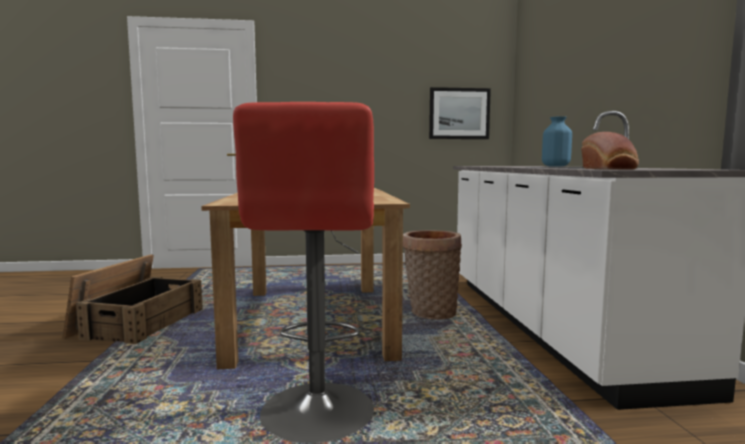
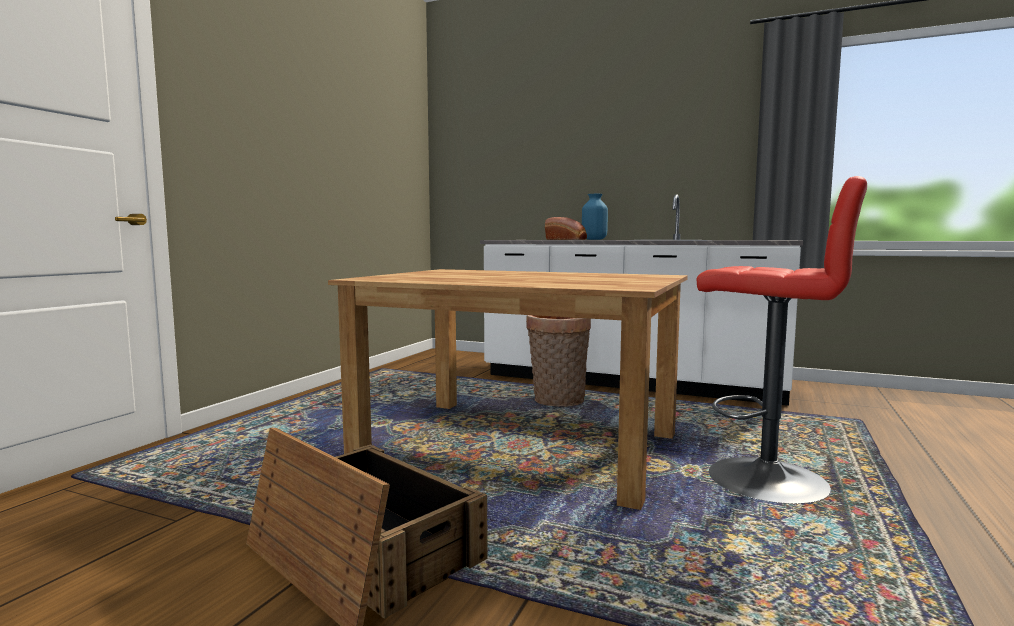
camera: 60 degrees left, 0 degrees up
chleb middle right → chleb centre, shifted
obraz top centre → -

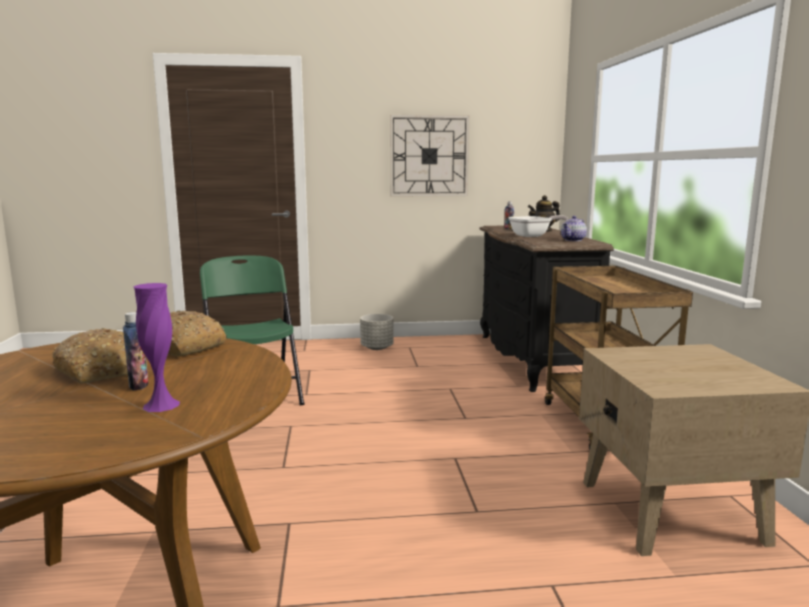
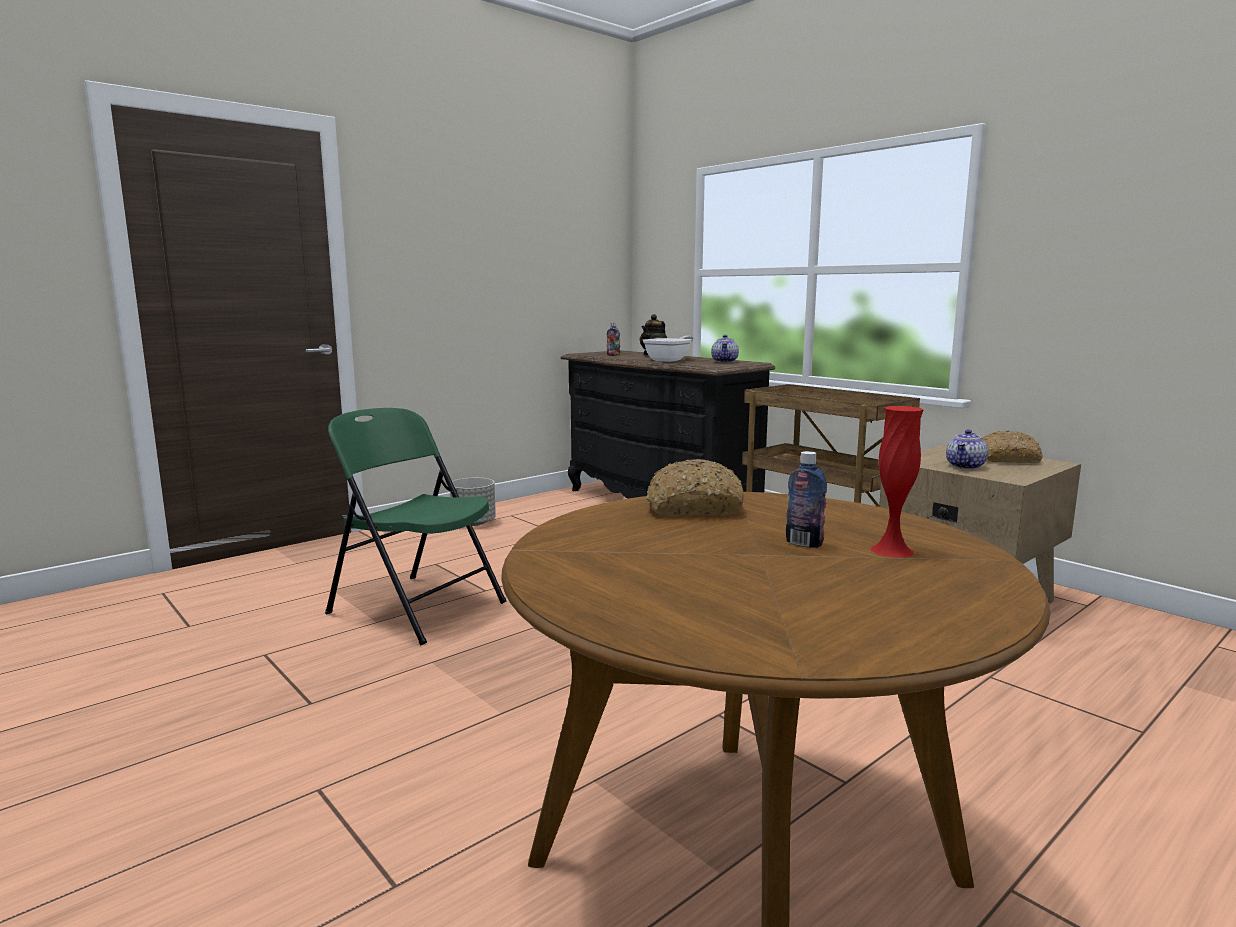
camera: 35 degrees left, 0 degrees up
wazon [fioletowy] middle left → wazon [czerwony] middle right
- → imbryk (no. 3 from left) middle right
chleb (no. 1 from left in the first image) middle left → chleb (no. 2 from left) middle right, shifted
zegar ścienny top centre → -

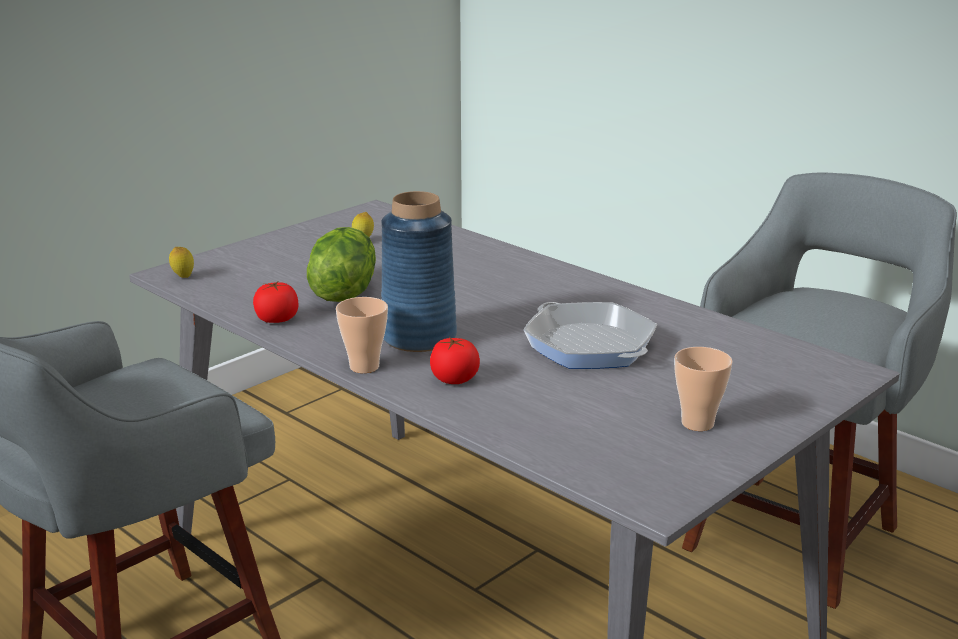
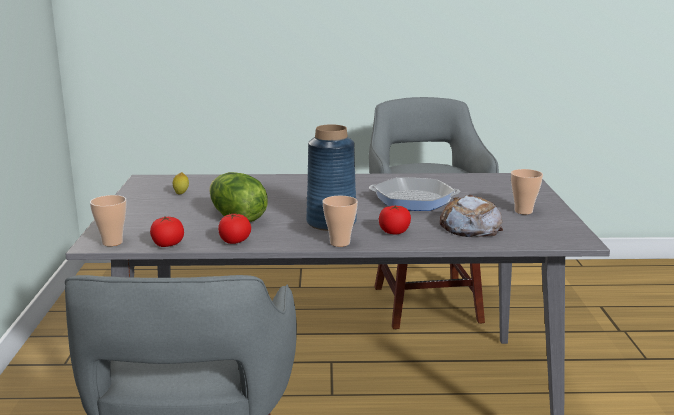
camera: 45 degrees left, 5 degrees down
cytryna (no. 1 from left) middle left → filiżanka (no. 1 from left) middle left
- → pomidor (no. 1 from left) middle left
- → chleb middle right

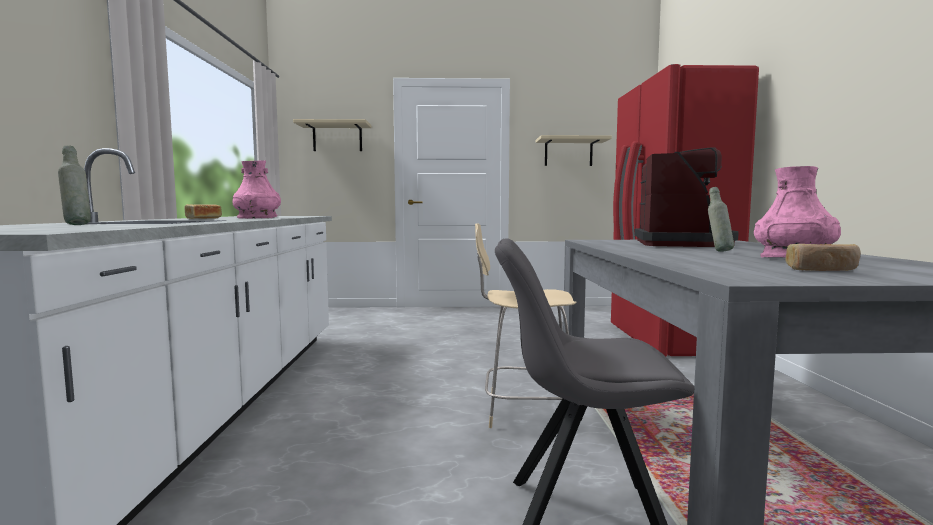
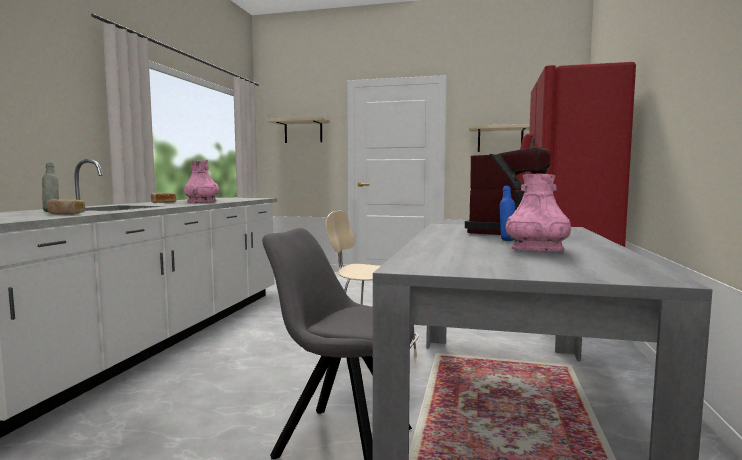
camera: 15 degrees right, 0 degrees up
chleb (no. 2 from left in the first image) middle right → chleb (no. 1 from left) middle left, shifted
butelka [szary] (no. 2 from left) middle right → butelka [niebieski] middle right

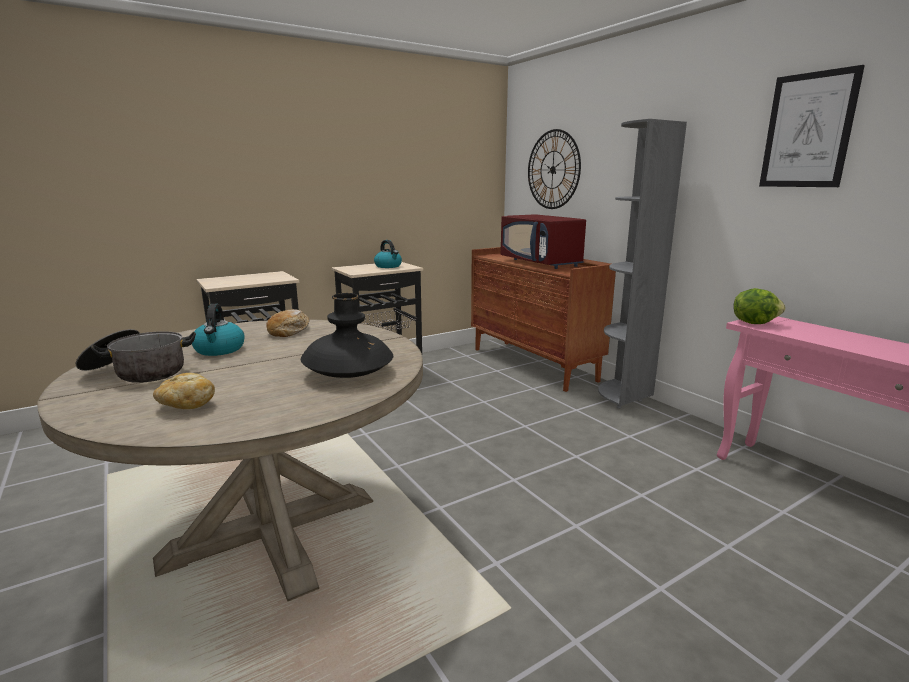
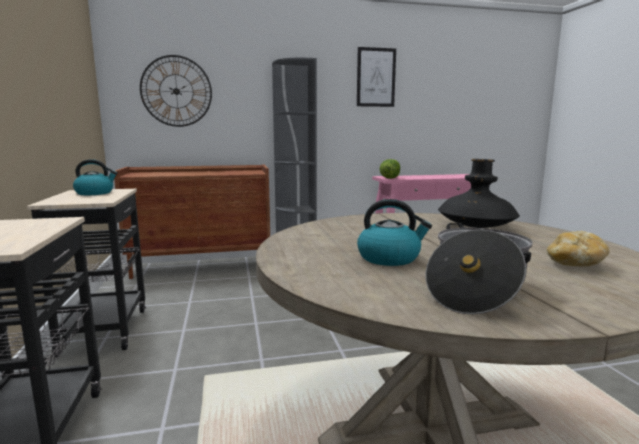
camera: 70 degrees left, 5 degrees down
chleb (no. 2 from left) middle left → -
mikrofalówka [czerwony] centre → -

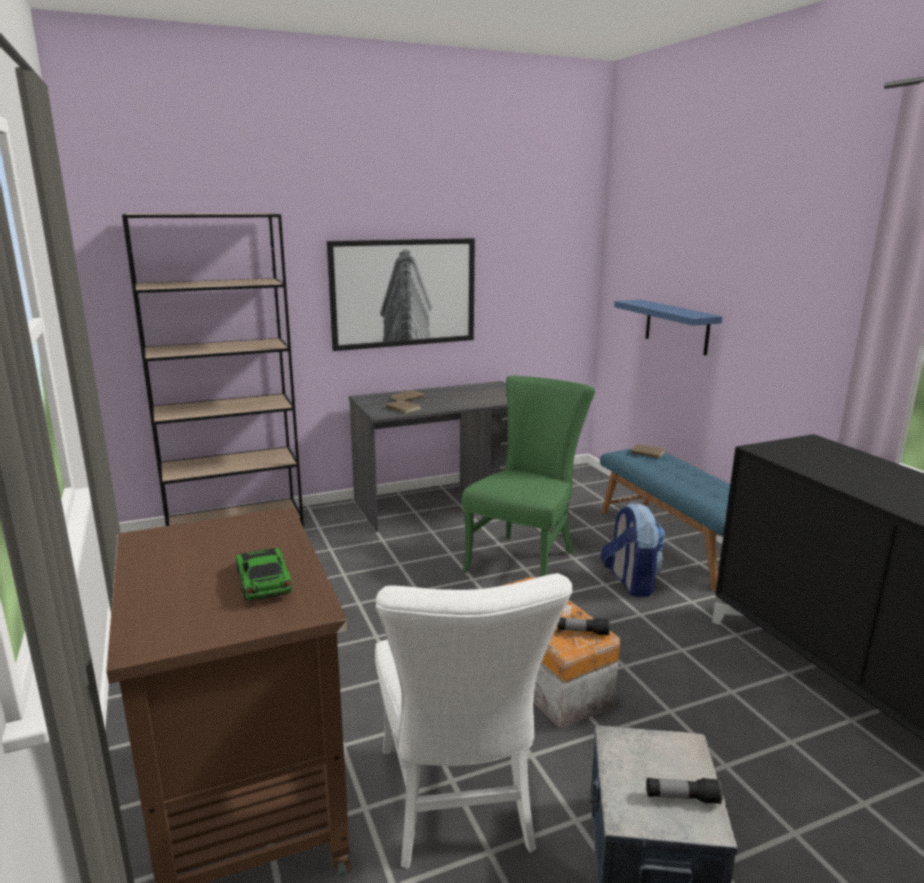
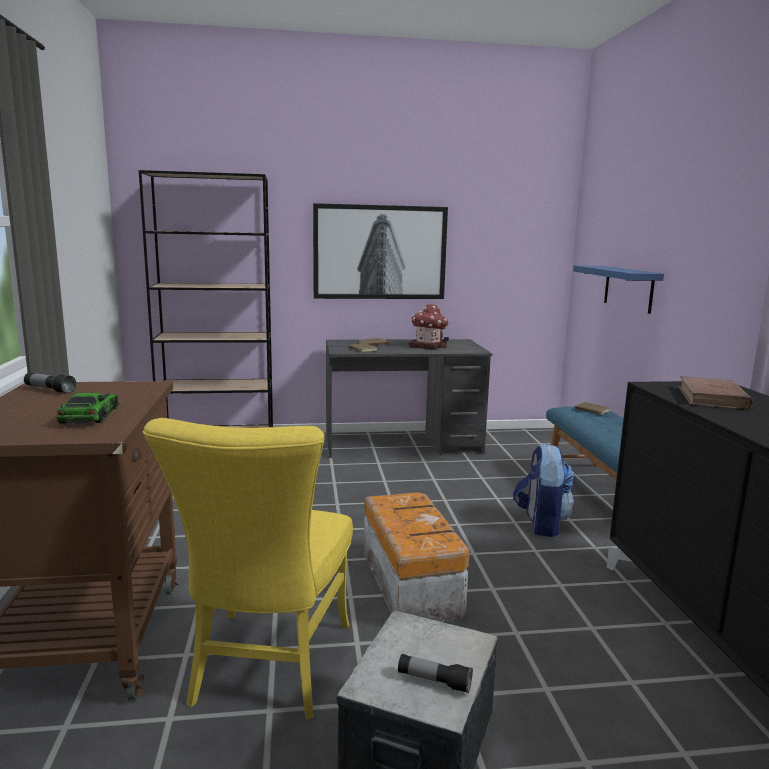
camera: 15 degrees right, 5 degrees down
latarka (no. 1 from left) bottom centre → latarka (no. 1 from left) middle left, shifted
krzesło [biały] bottom centre → krzesło [żółty] bottom left
- → domek centre
- → książka [brązowy] (no. 4 from left) middle right
krzesło [zielony] centre → -

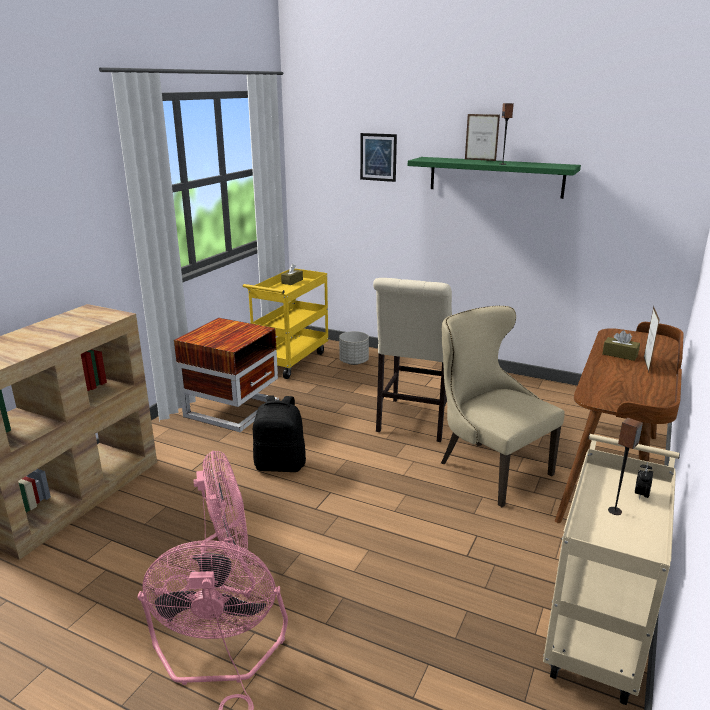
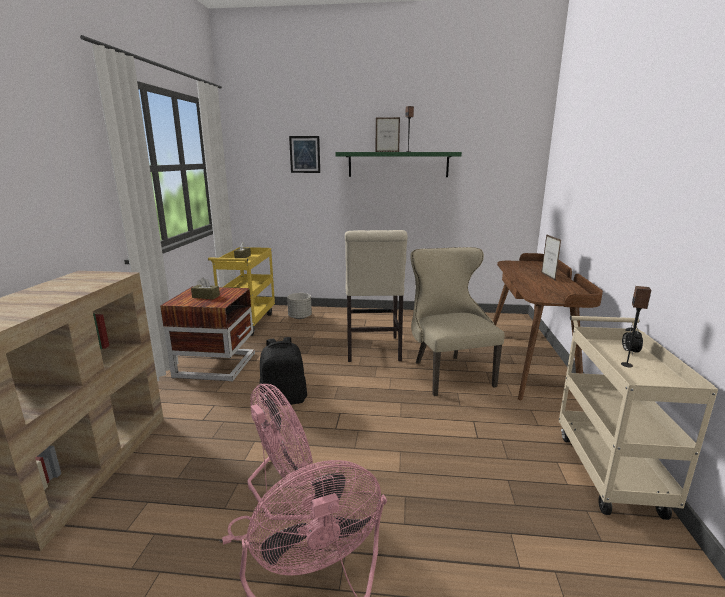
camera: 20 degrees left, 5 degrees down
pudełko chusteczek [brązowy] (no. 2 from left in the first image) middle right → pudełko chusteczek [brązowy] (no. 1 from left) middle left, shifted
krzesło [beżowy] middle right → krzesło [beżowy] centre, 45 degrees clockwise

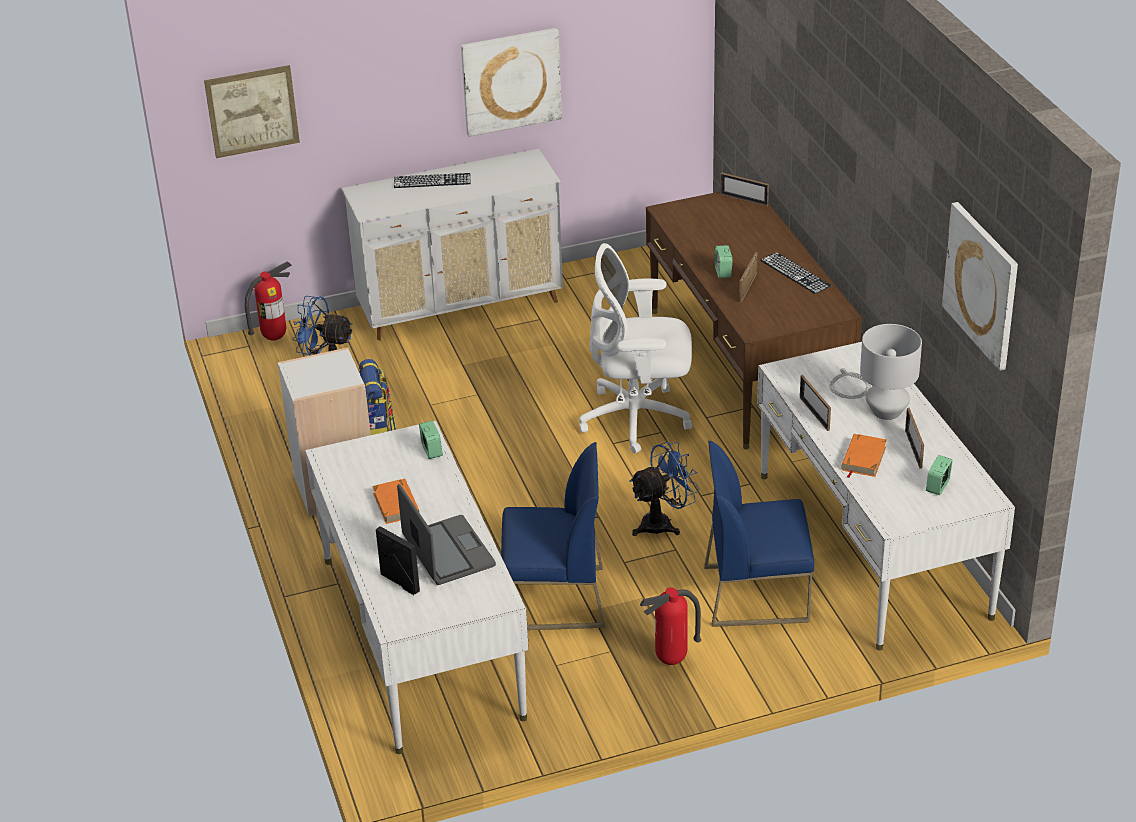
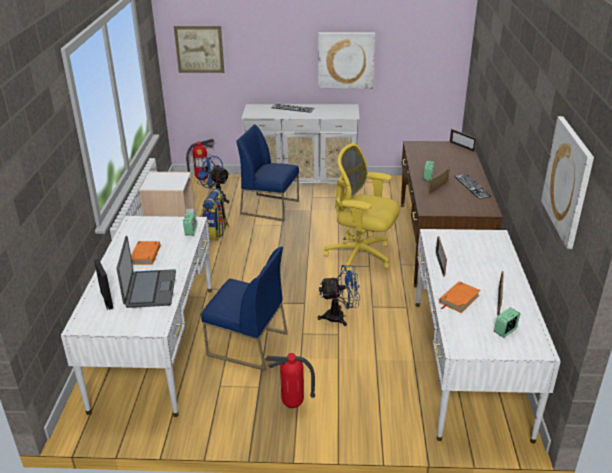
camera: 20 degrees right, 5 degrees down
krzesło [niebieski] (no. 2 from left) middle right → krzesło [niebieski] (no. 2 from left) centre, shifted
krzesło biurowe [biały] centre → krzesło biurowe [żółty] centre
lampa stołowa [szary] middle right → -

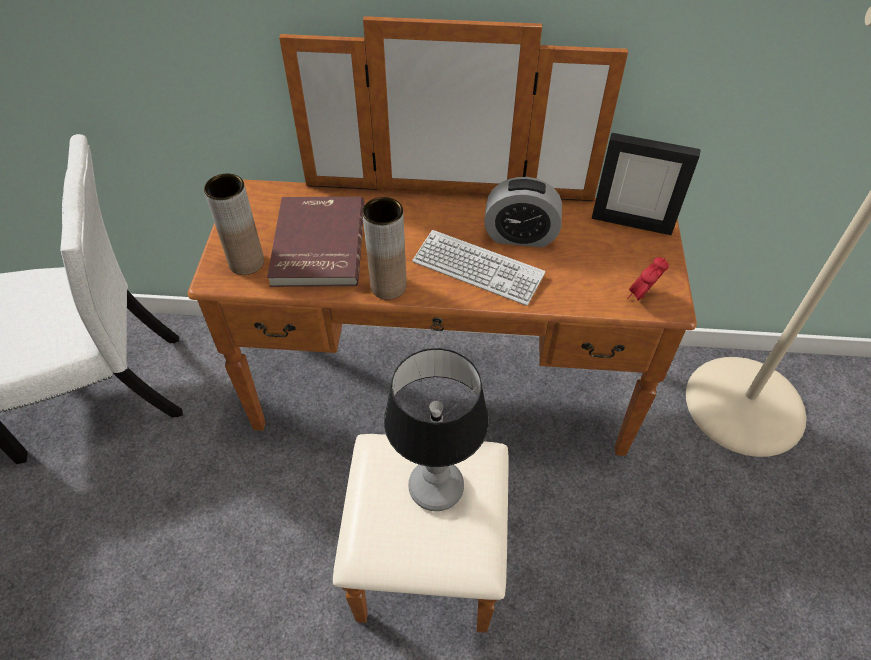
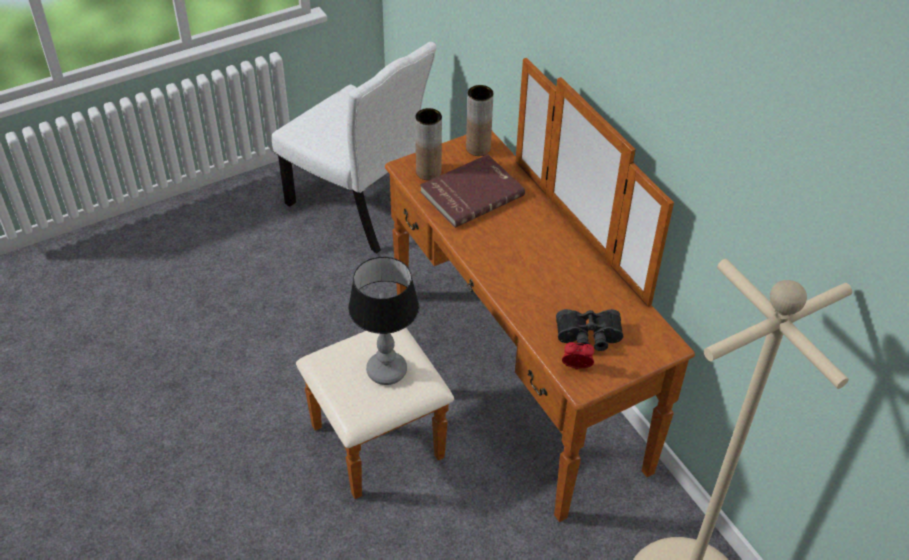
camera: 55 degrees right, 5 degrees down
wazon [brązowy] (no. 2 from left) centre → wazon [brązowy] (no. 2 from left) top centre, shifted
- → lornetka [czarny] centre
klawiatura centre → -
budzik (no. 1 from left) top centre → -
ramka na zdjęcie top right → -

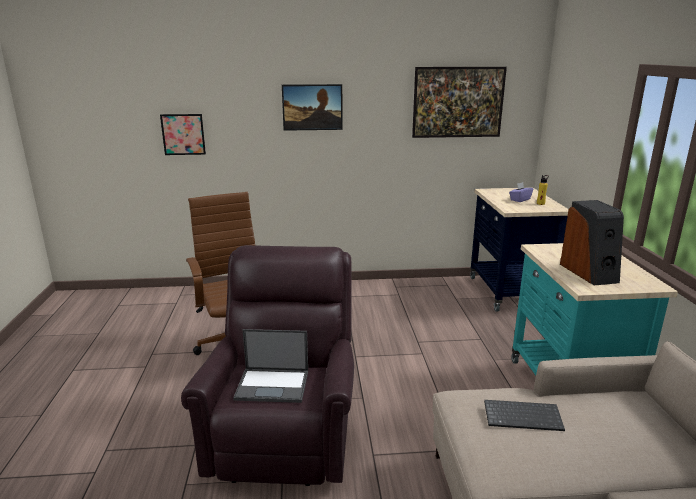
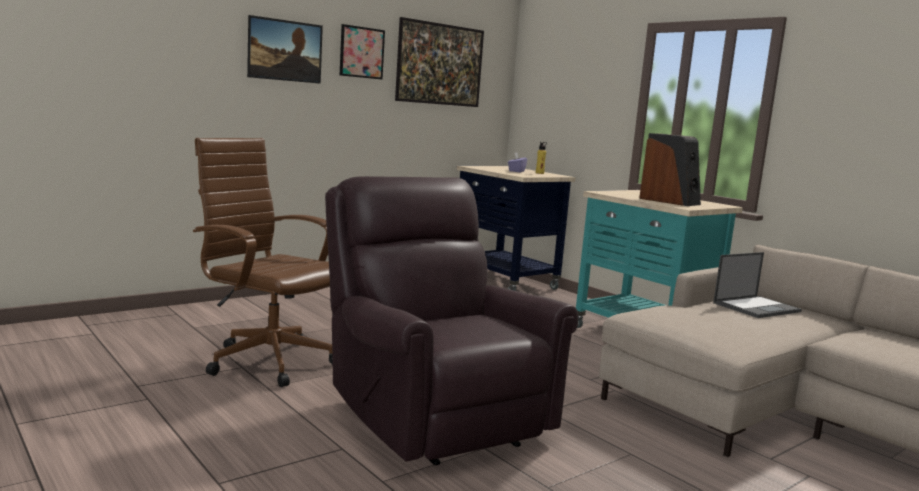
camera: 35 degrees left, 10 degrees down
obraz (no. 1 from left in the first image) top left → obraz (no. 2 from left) top centre, shifted
laptop bottom centre → laptop middle right, shifted
klawiatura bottom right → -

